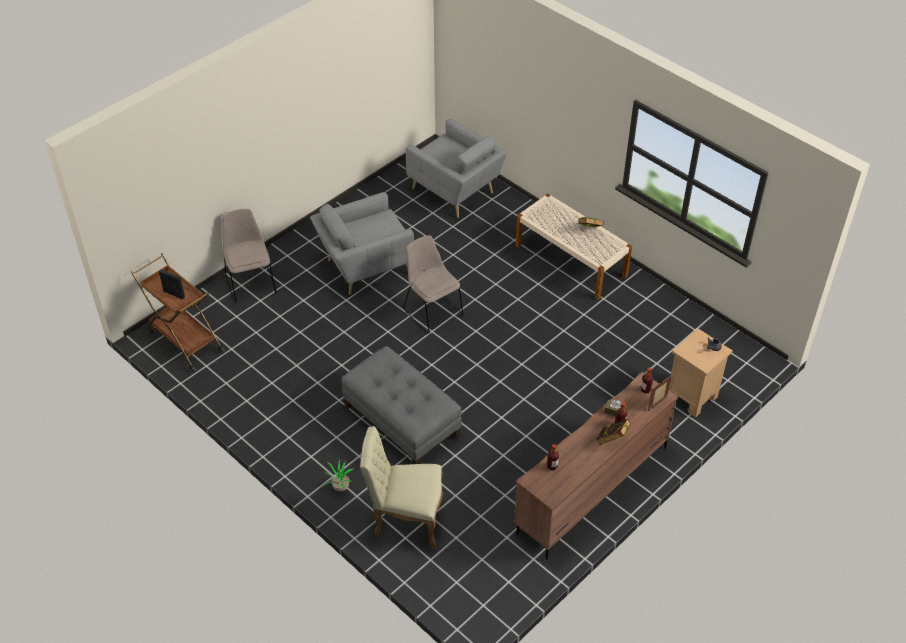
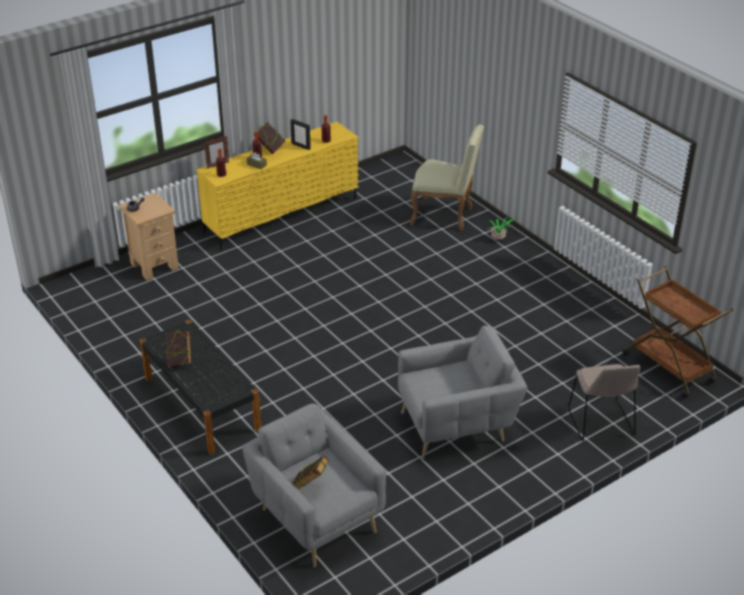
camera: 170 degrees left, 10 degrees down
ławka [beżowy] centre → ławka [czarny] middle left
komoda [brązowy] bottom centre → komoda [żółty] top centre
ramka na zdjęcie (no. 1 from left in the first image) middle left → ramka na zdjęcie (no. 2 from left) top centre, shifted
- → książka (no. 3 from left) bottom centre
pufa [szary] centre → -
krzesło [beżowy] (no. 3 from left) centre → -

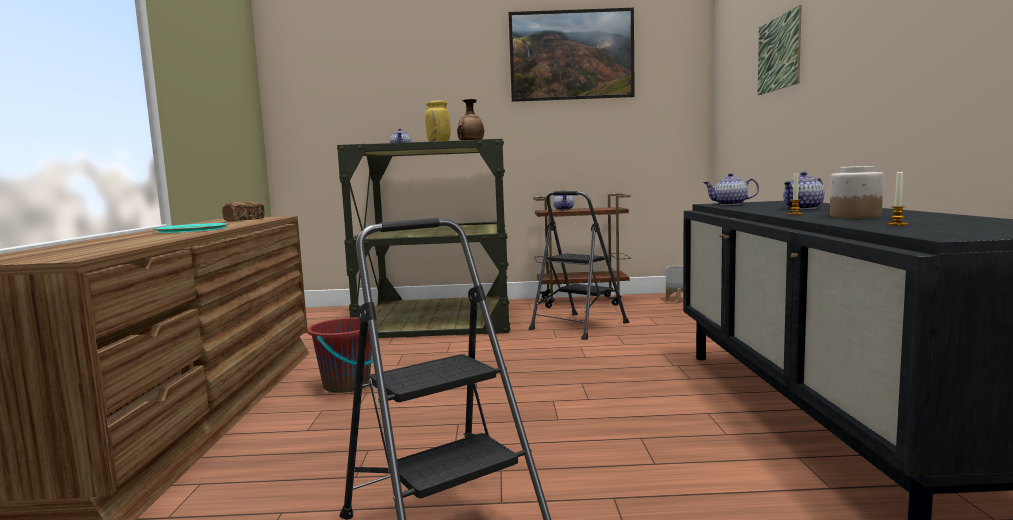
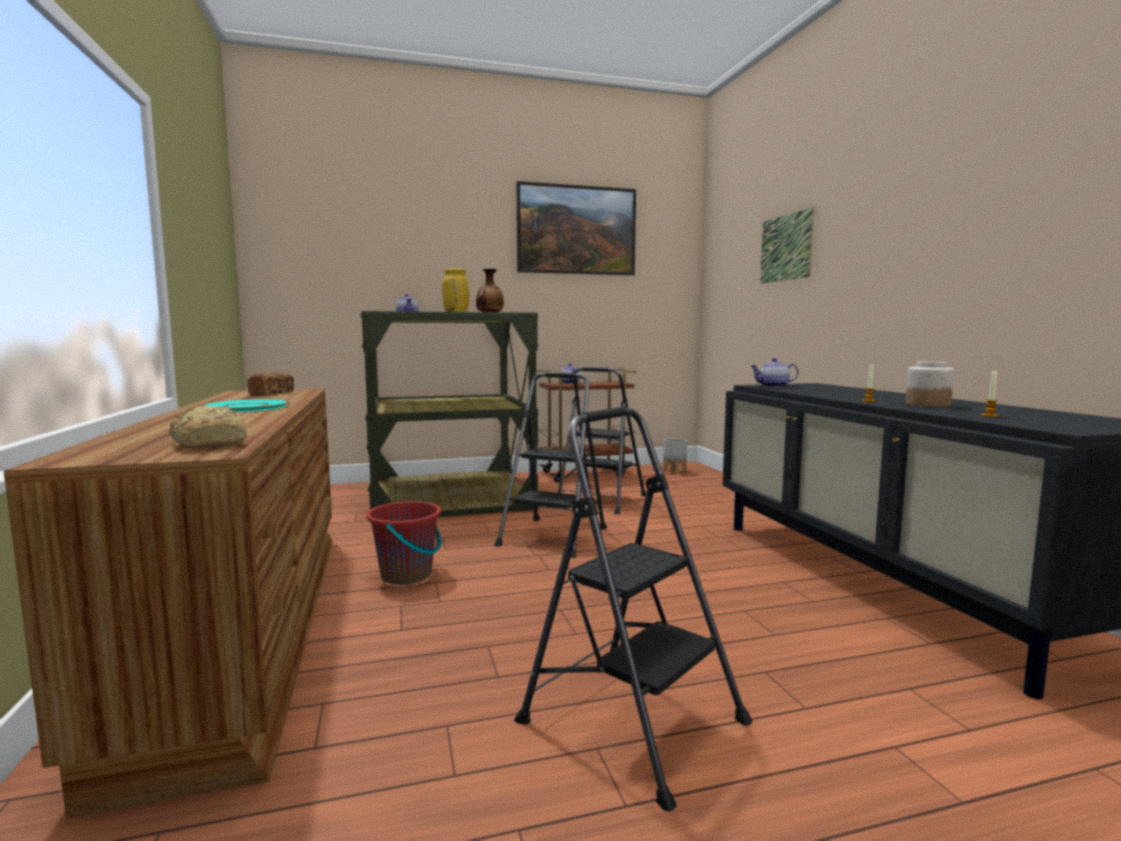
camera: 15 degrees left, 0 degrees up
- → chleb (no. 1 from left) middle left
- → drabinka [czarny] (no. 1 from left) centre
imbryk (no. 4 from left) middle right → -

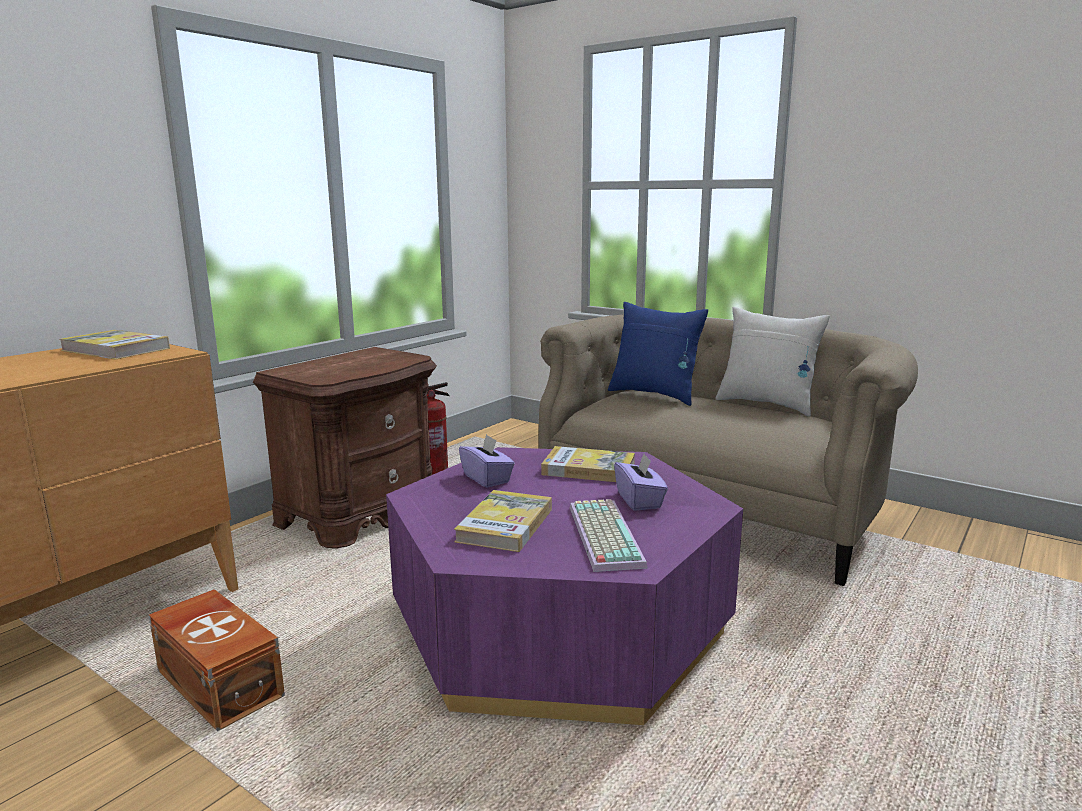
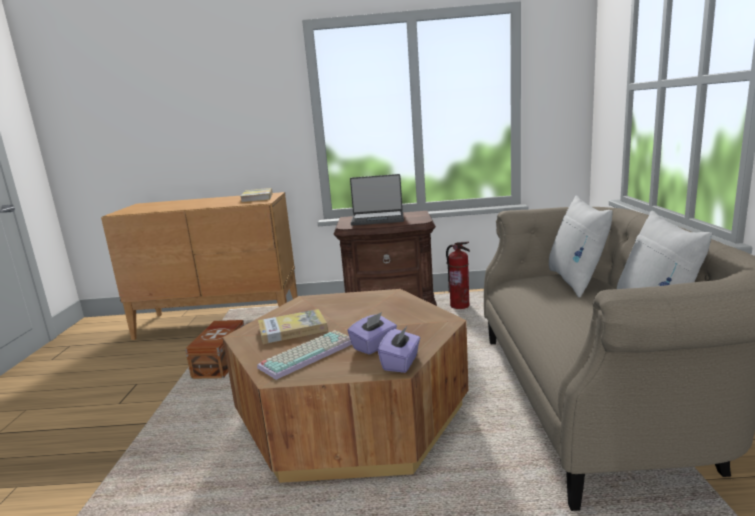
camera: 55 degrees right, 0 degrees up
ława [fioletowy] bottom centre → ława [brązowy] bottom centre
- → laptop centre
pudełko chusteczek [fioletowy] (no. 1 from left in the first image) centre → pudełko chusteczek [fioletowy] (no. 2 from left) bottom centre, shifted
poduszka [niebieski] centre → poduszka [szary] (no. 1 from left) middle right
książka (no. 3 from left) centre → -

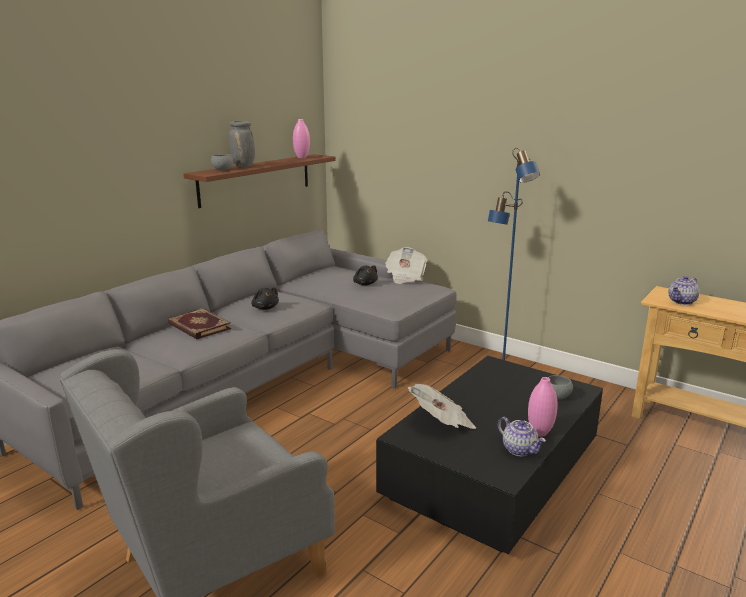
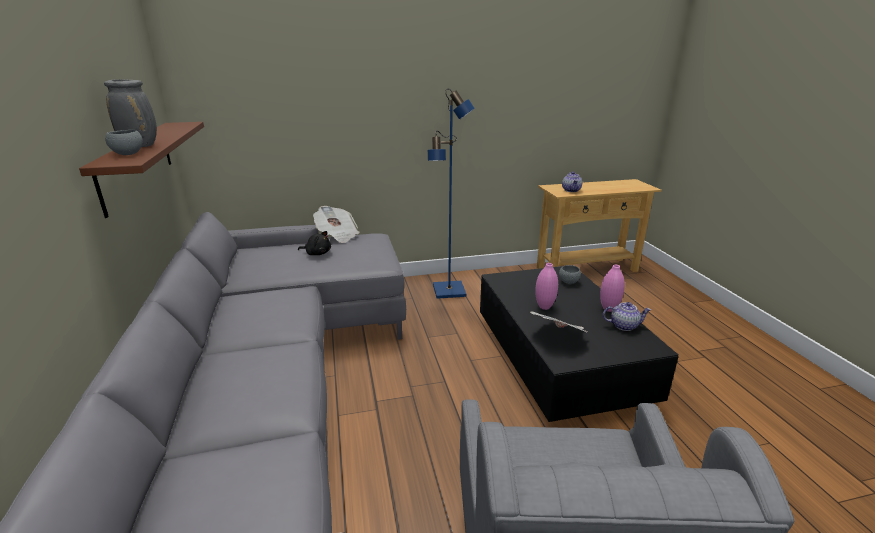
camera: 50 degrees left, 5 degrees up
wazon [różowy] (no. 1 from left) top centre → wazon [różowy] (no. 1 from left) centre, shifted
książka middle left → -
pluszak [czarny] (no. 1 from left) centre → -

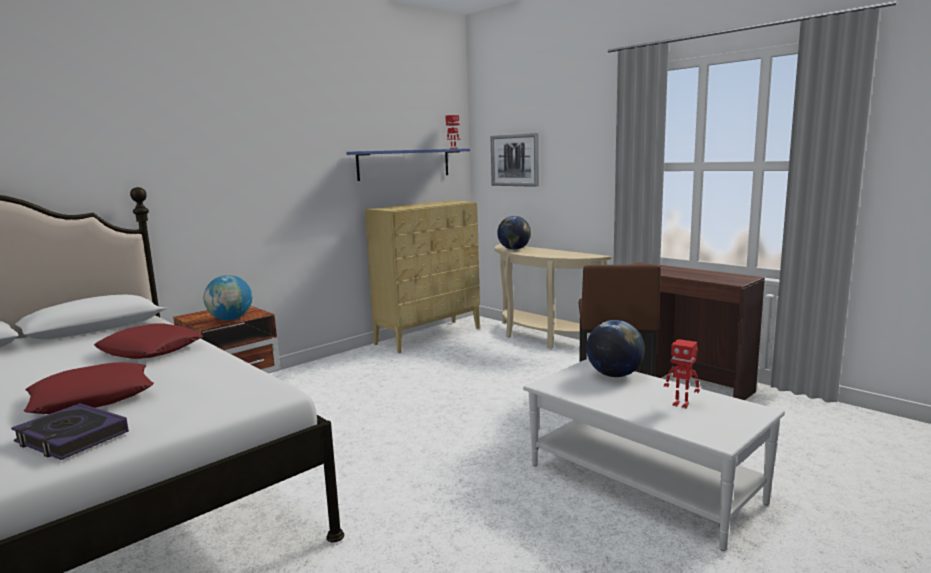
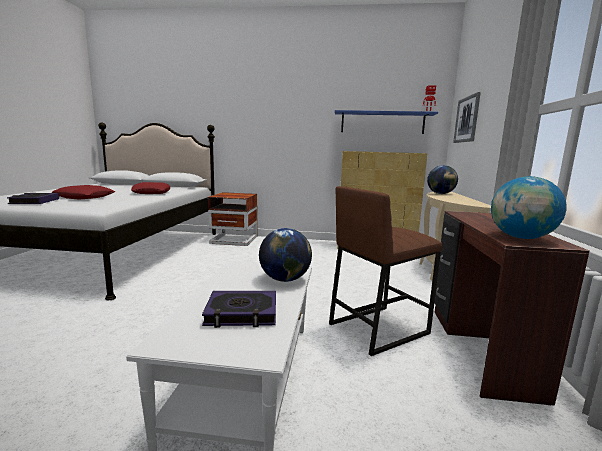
camera: 50 degrees right, 0 degrees up
robot zabawkowy (no. 2 from left) middle right → książka (no. 2 from left) bottom centre
globus (no. 1 from left in the first image) middle left → globus (no. 3 from left) middle right, shifted

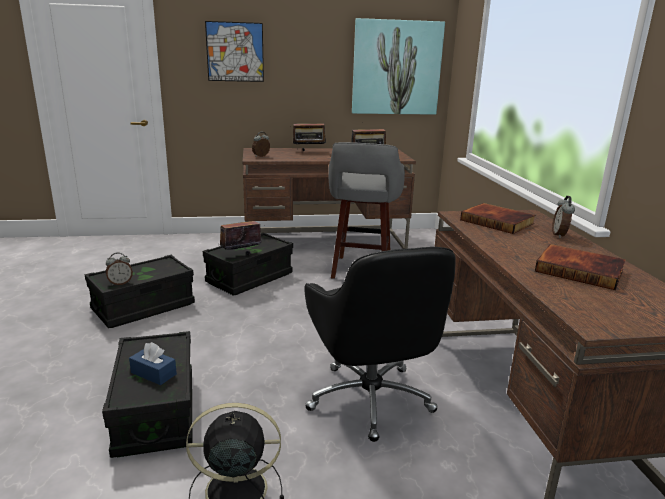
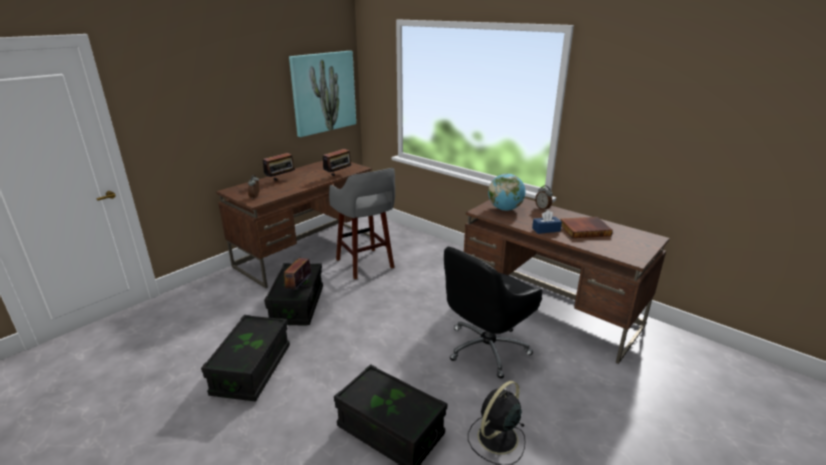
camera: 40 degrees left, 5 degrees up
krzesło biurowe [czarny] bottom centre, 105 degrees clockwise
książka (no. 1 from left) middle right → globus centre
pudełko chusteczek [niebieski] bottom left → pudełko chusteczek [niebieski] centre, shifted
budzik (no. 1 from left) middle left → -
obraz (no. 1 from left) top centre → -

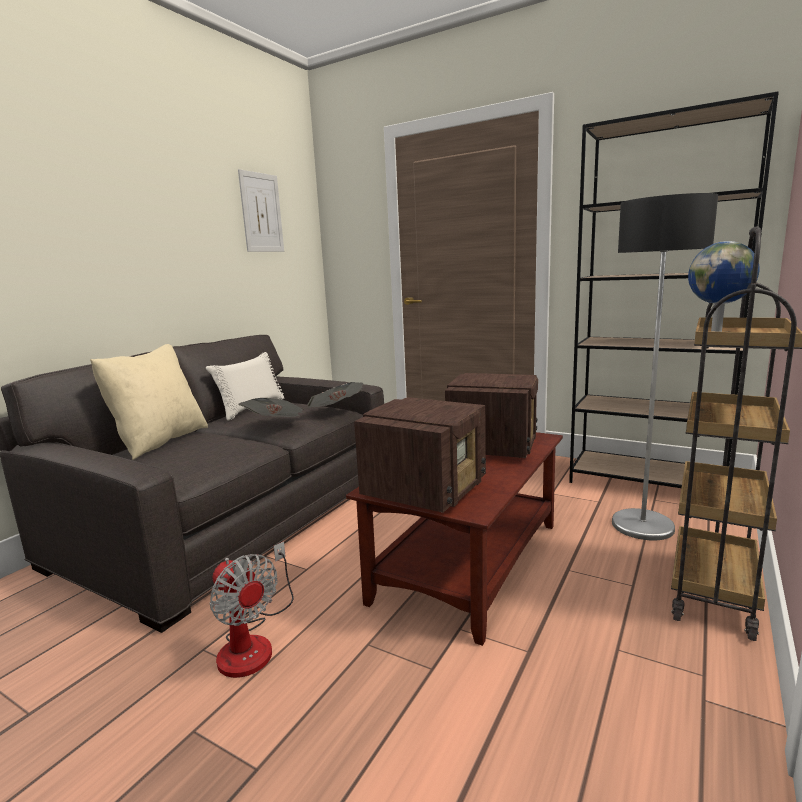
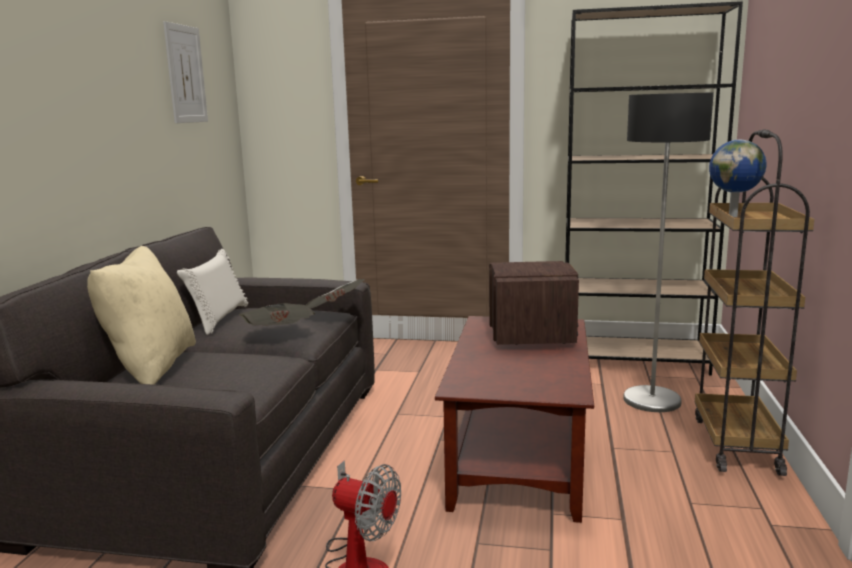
camera: 20 degrees left, 0 degrees up
radio (no. 1 from left) centre → -

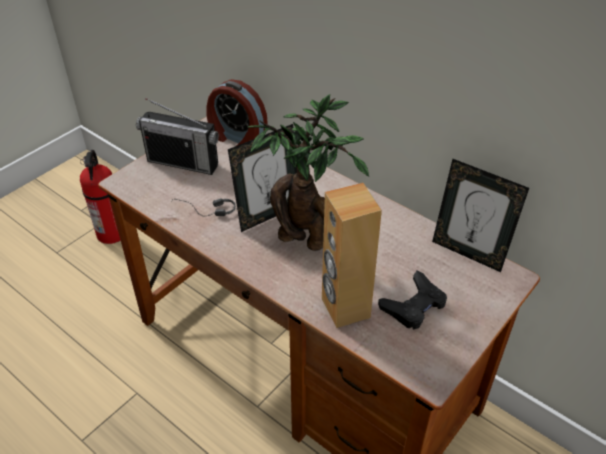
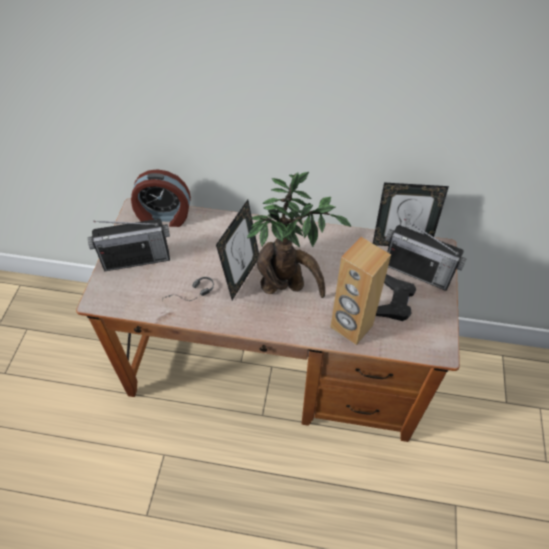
camera: 30 degrees left, 10 degrees up
- → radio (no. 2 from left) middle right
gaśnica middle left → -

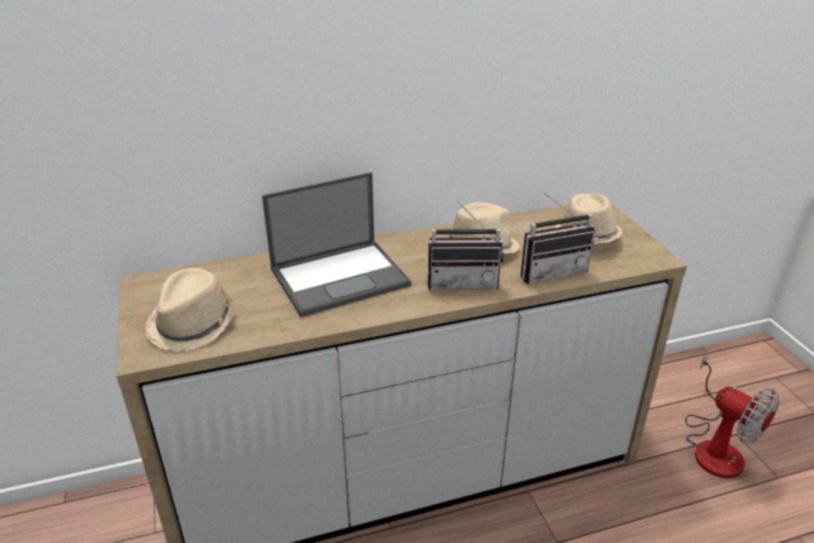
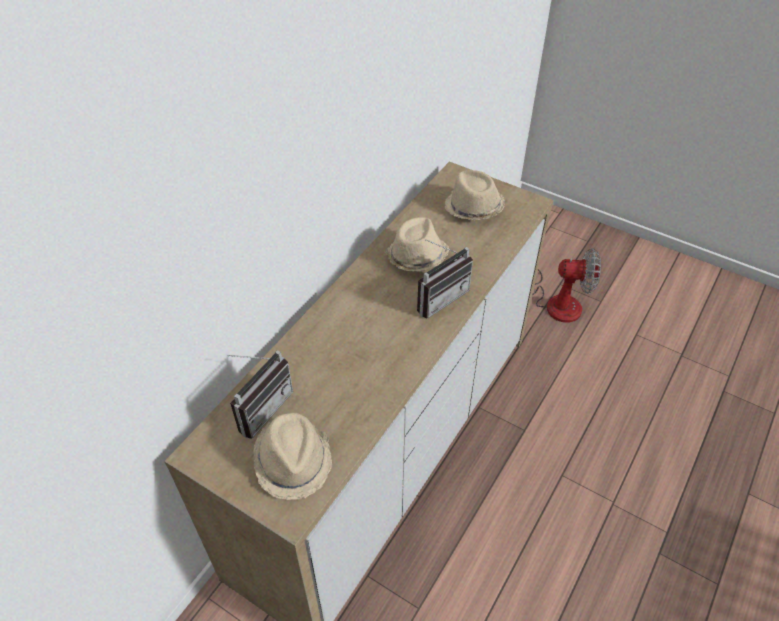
camera: 40 degrees left, 15 degrees up
radio (no. 2 from left in the first image) middle right → radio (no. 1 from left) centre, shifted
laptop centre → -

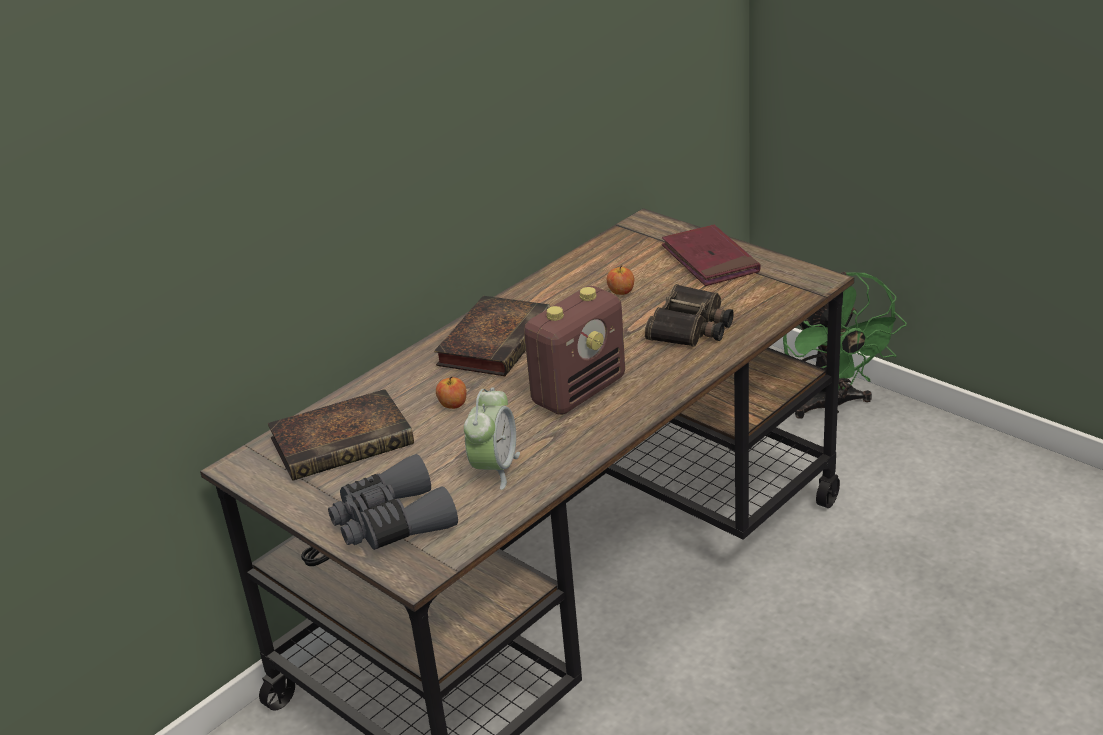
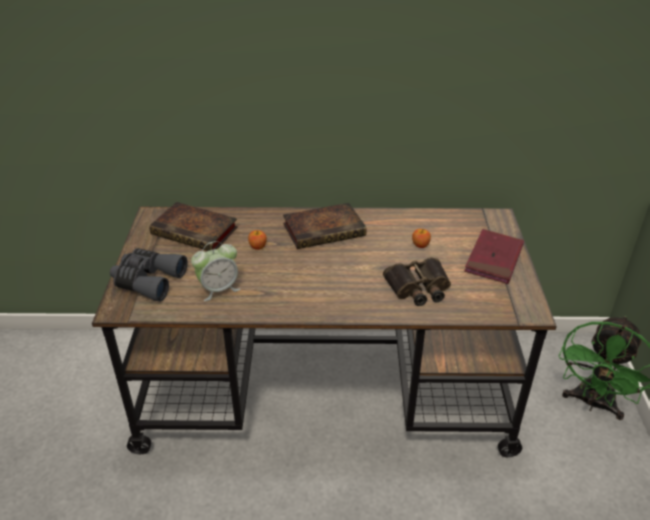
camera: 45 degrees right, 5 degrees up
radio centre → -

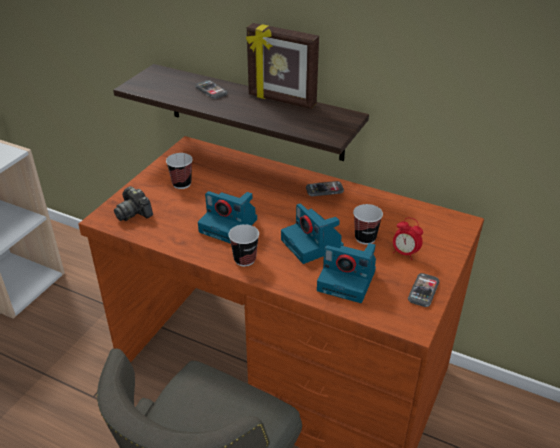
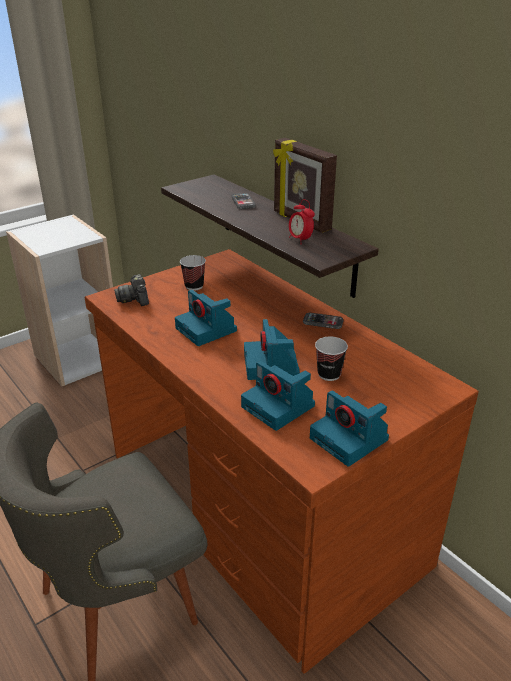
camera: 25 degrees right, 5 degrees down
budzik middle right → budzik top centre, shifted
telefon (no. 3 from left) middle right → aparat fotograficzny (no. 5 from left) middle right
filiżanka (no. 2 from left) centre → -

